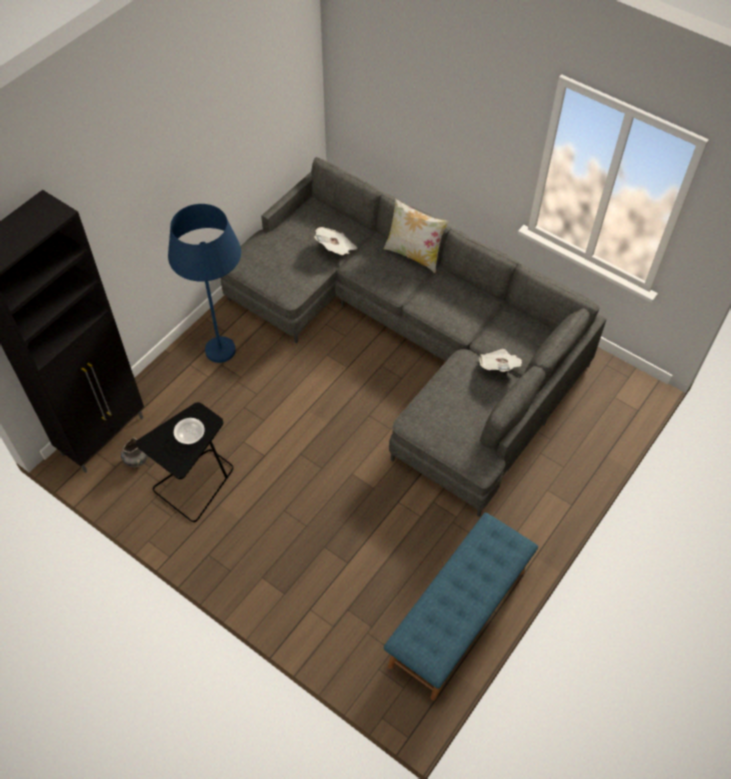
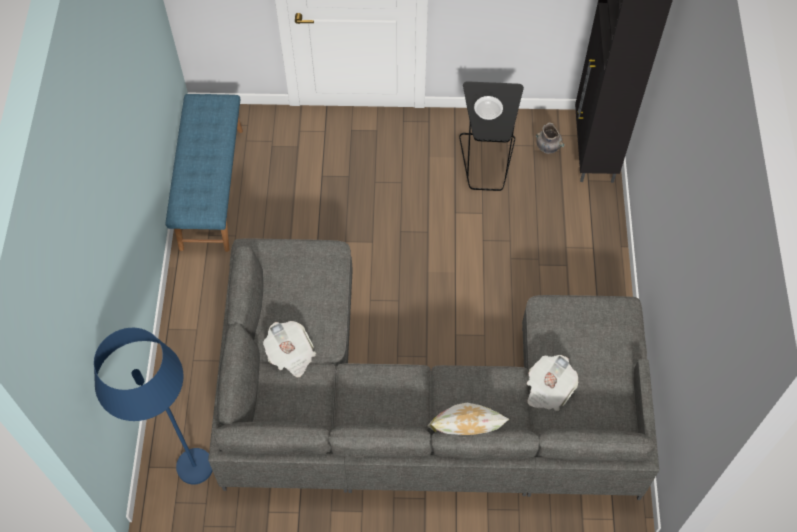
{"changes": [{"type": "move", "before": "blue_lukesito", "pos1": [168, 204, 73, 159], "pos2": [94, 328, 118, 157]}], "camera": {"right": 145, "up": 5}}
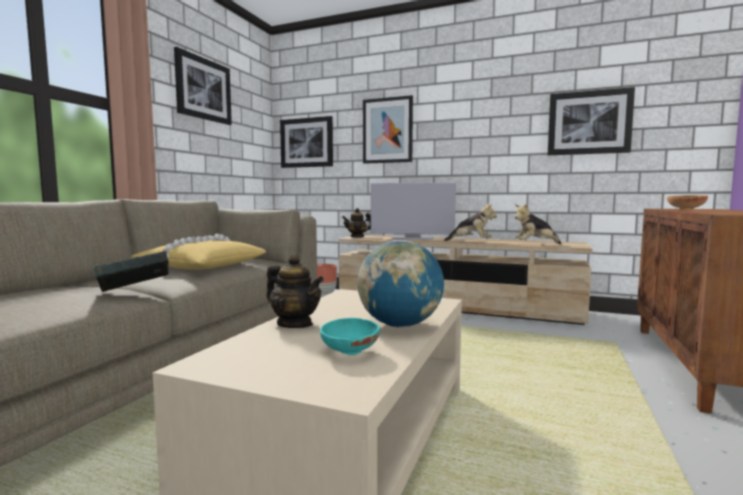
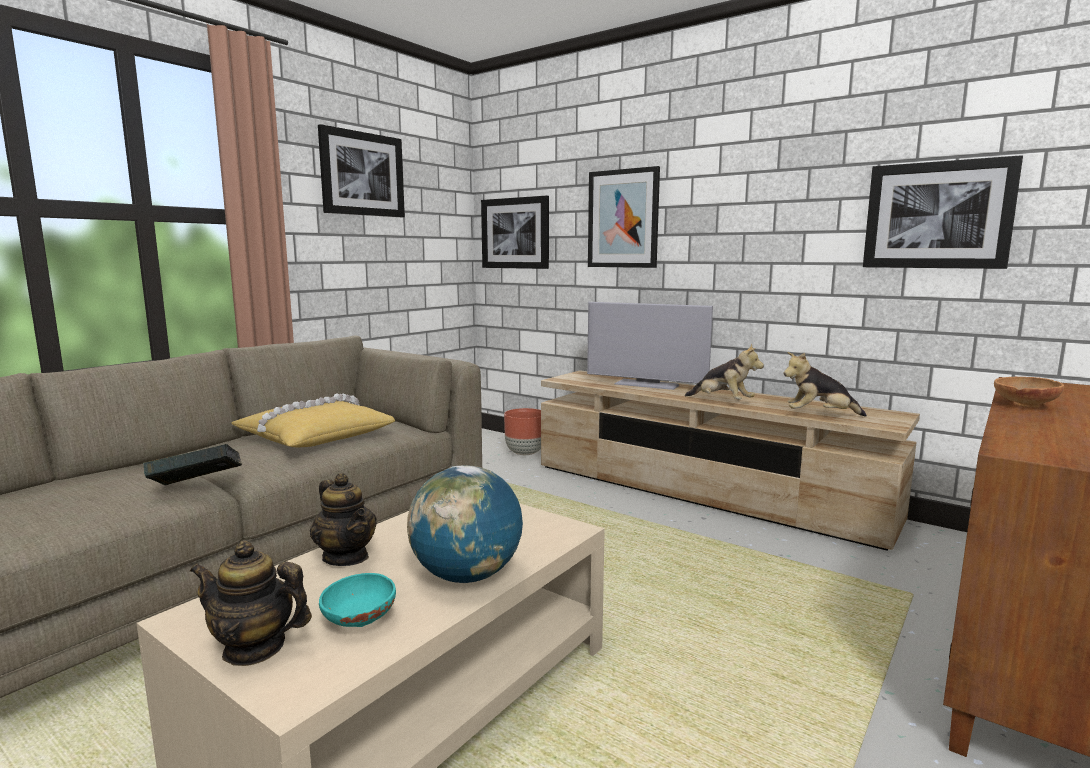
{"changes": [{"type": "move", "before": "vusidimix", "pos1": [342, 208, 29, 30], "pos2": [190, 541, 122, 125]}], "camera": {"right": 15, "up": 5}}
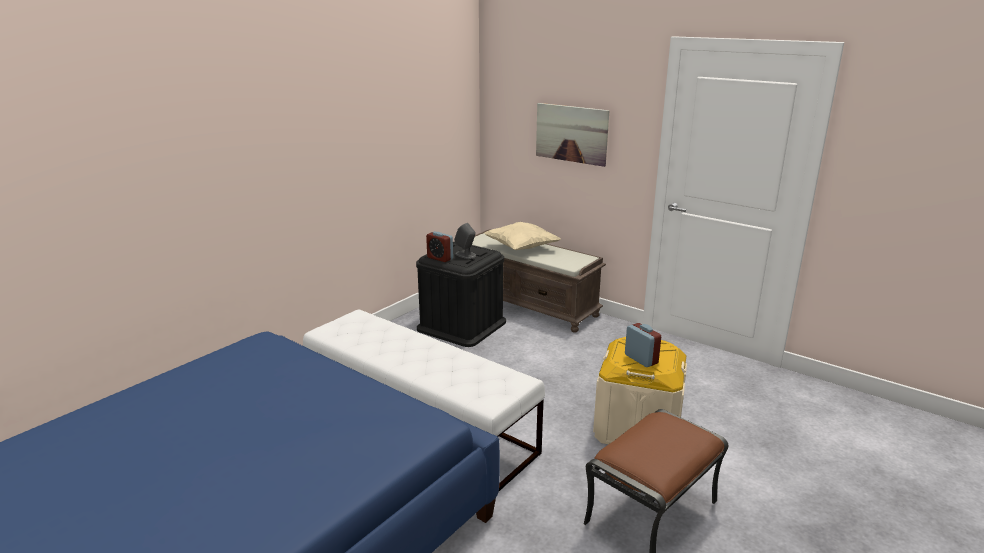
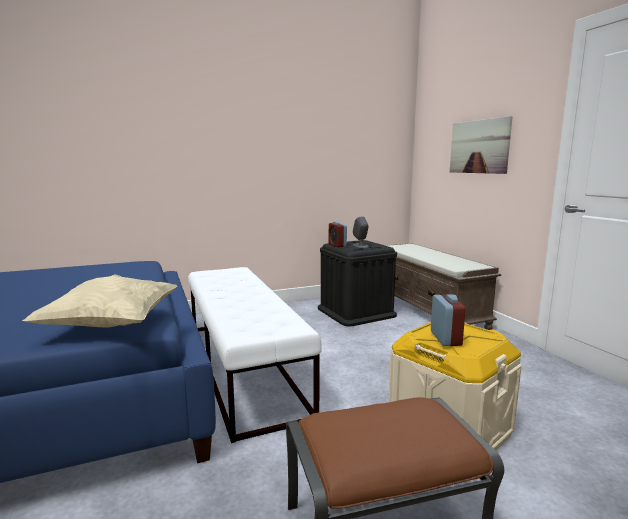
{"changes": [{"type": "move", "before": "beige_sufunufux", "pos1": [484, 222, 76, 28], "pos2": [22, 274, 155, 54]}], "camera": {"right": 30, "up": -10}}
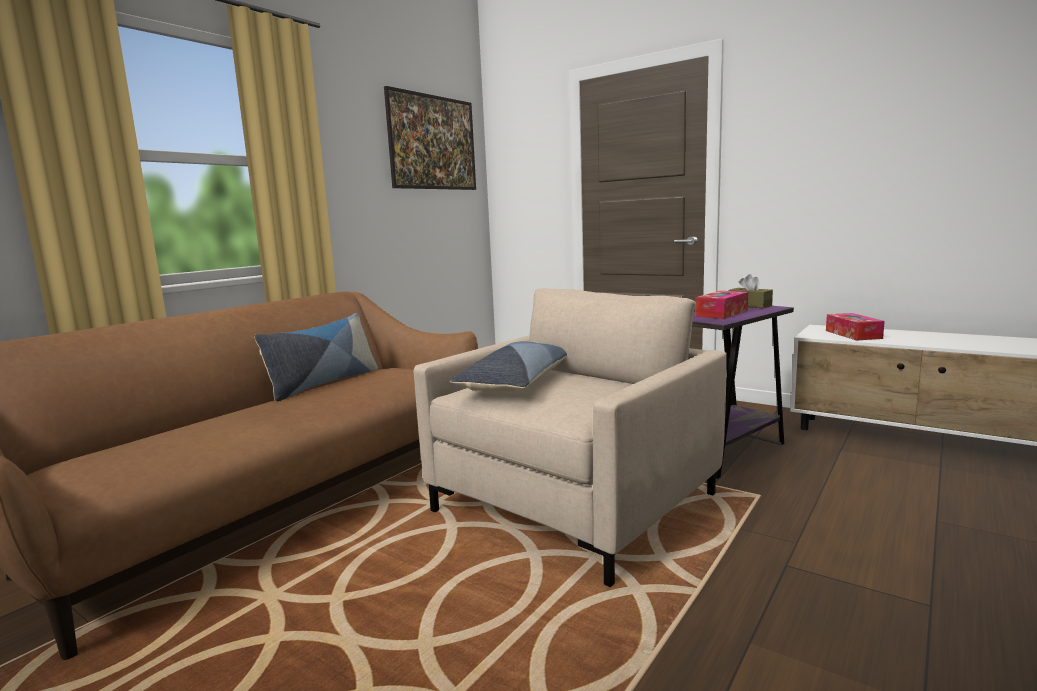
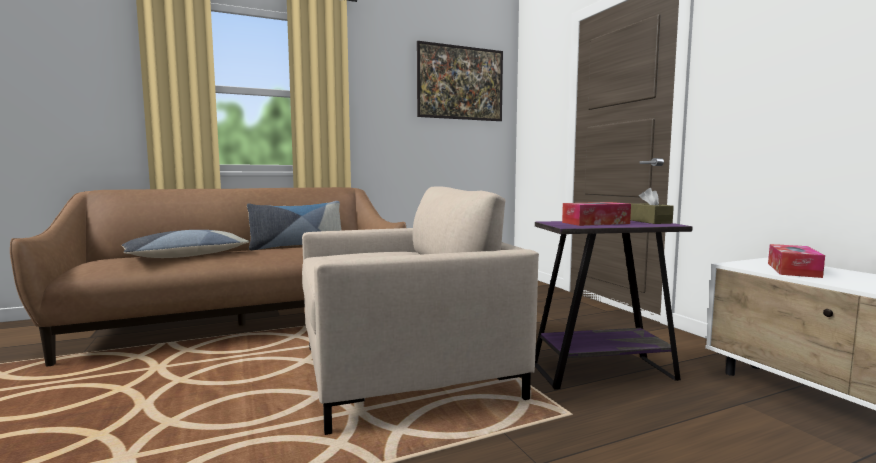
{"changes": [{"type": "move", "before": "sufunufux", "pos1": [449, 341, 118, 50], "pos2": [121, 230, 128, 28]}], "camera": {"right": 30, "up": -5}}
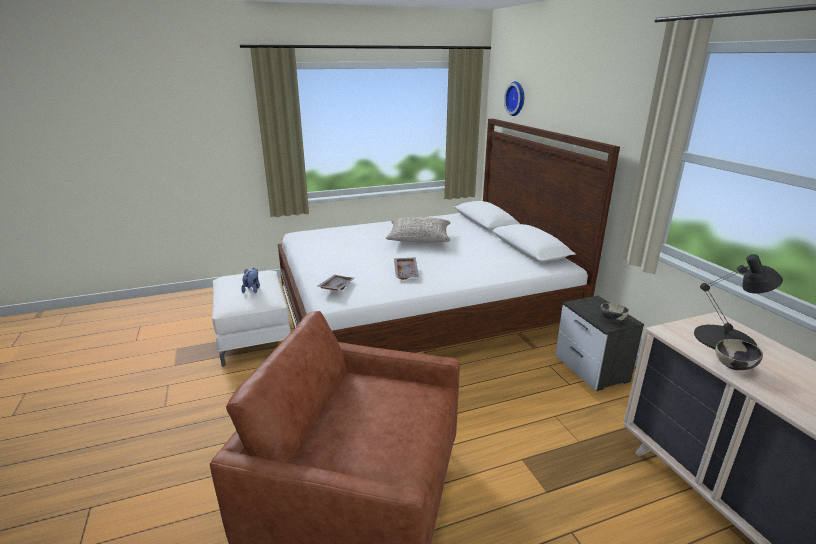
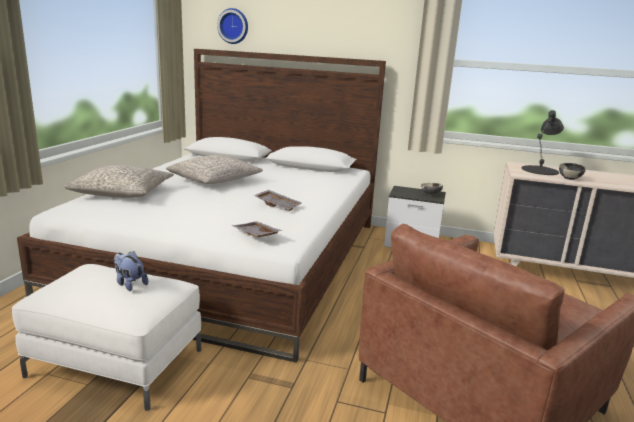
{"changes": [{"type": "insert", "after": "grey_sufunufux", "pos2": [64, 165, 110, 33]}], "camera": {"right": -55, "up": -5}}
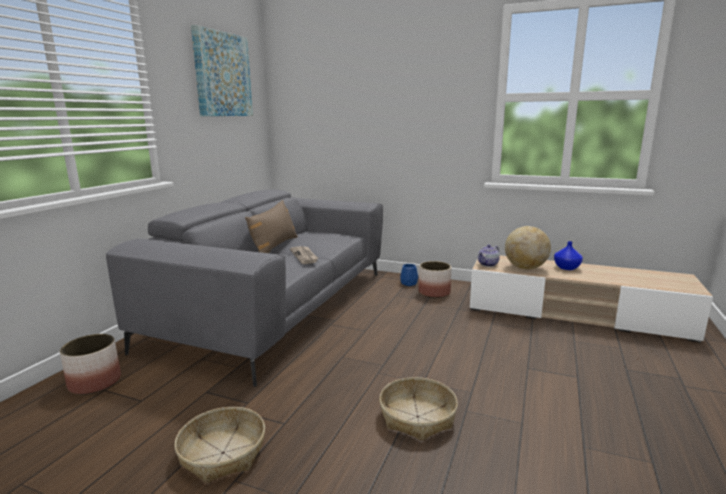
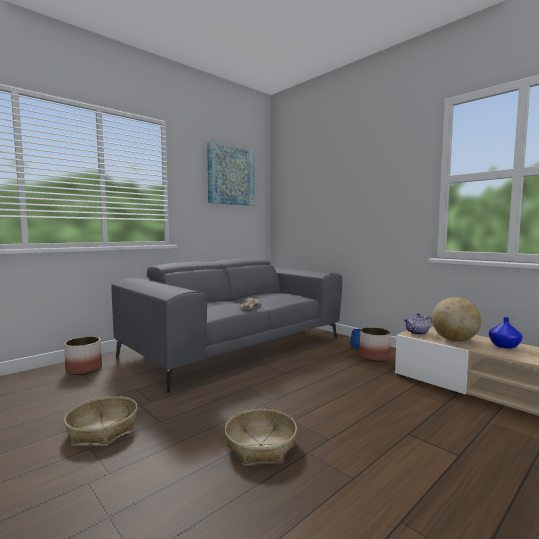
{"changes": [{"type": "delete", "before": "brown_sufunufux", "pos1": [245, 200, 53, 53]}], "camera": {"right": 25, "up": -10}}
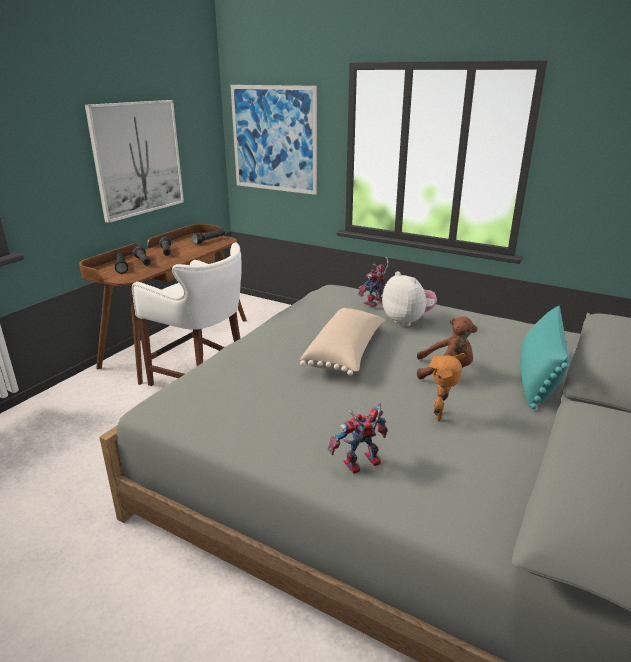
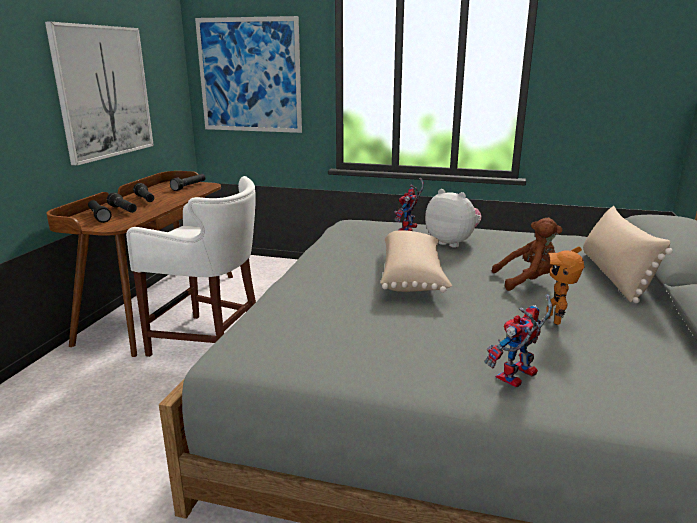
{"changes": [{"type": "recolor", "before": "turquoise_sufunufux", "after": "beige_sufunufux", "pos1": [520, 306, 49, 103], "pos2": [583, 206, 90, 97]}], "camera": {"right": -15, "up": -5}}
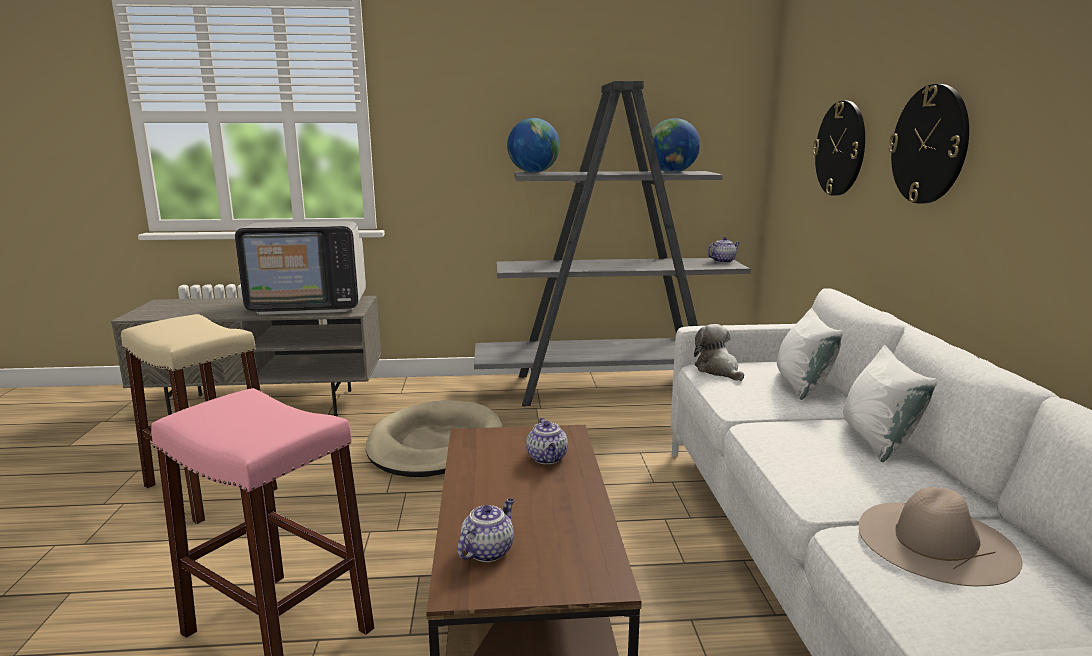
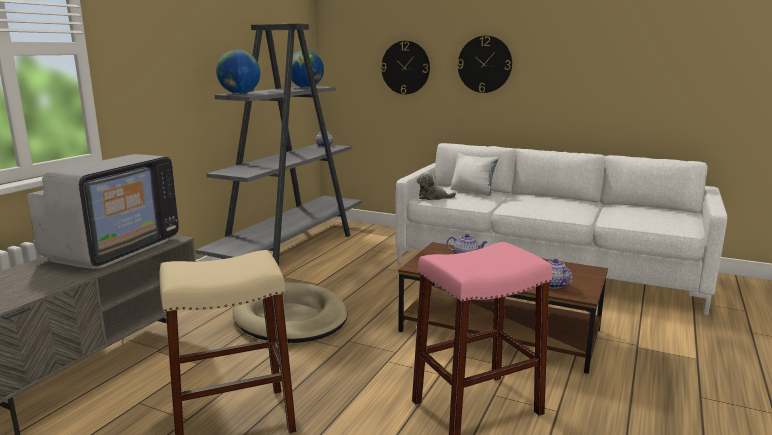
{"changes": [{"type": "delete", "before": "white_sufunufux", "pos1": [843, 345, 94, 117]}, {"type": "delete", "before": "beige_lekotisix", "pos1": [859, 487, 164, 99]}], "camera": {"right": -60, "up": 0}}
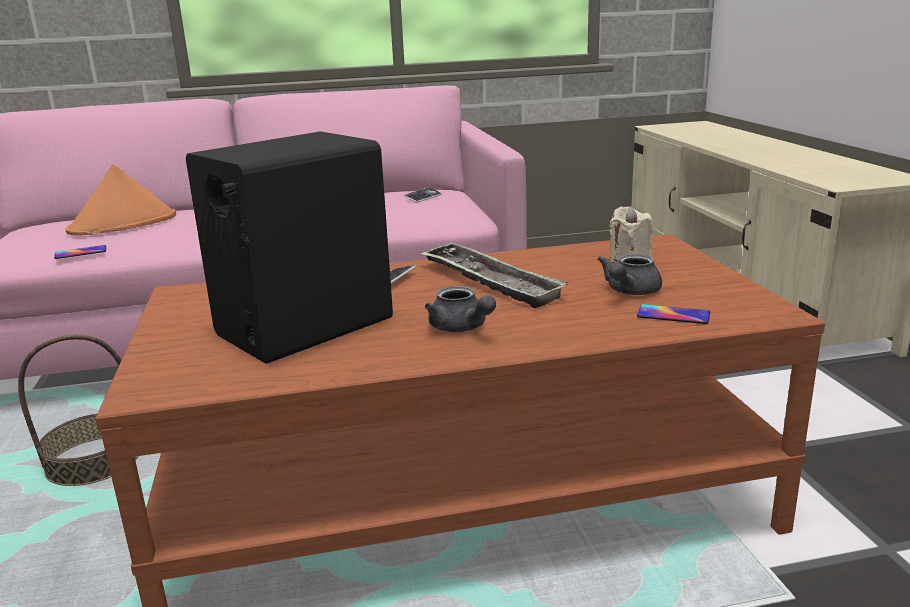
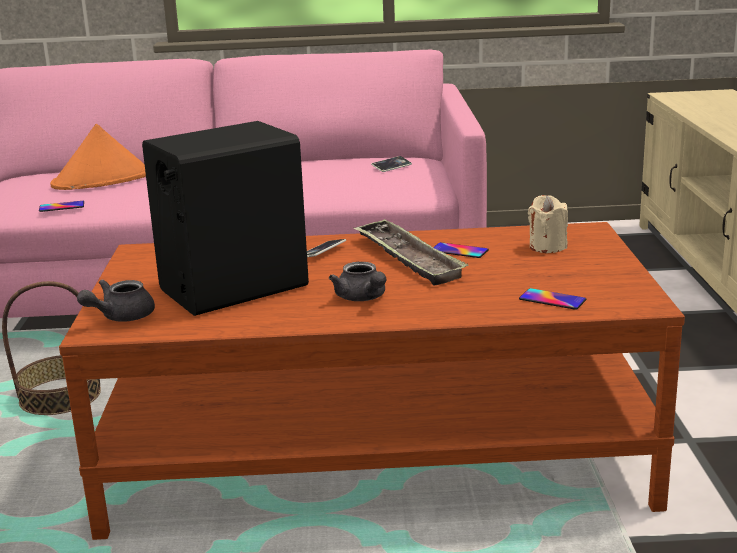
{"changes": [{"type": "move", "before": "grey_vusidimix", "pos1": [598, 254, 64, 41], "pos2": [77, 279, 78, 43]}, {"type": "insert", "after": "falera", "pos2": [433, 242, 56, 16]}], "camera": {"right": 10, "up": 0}}
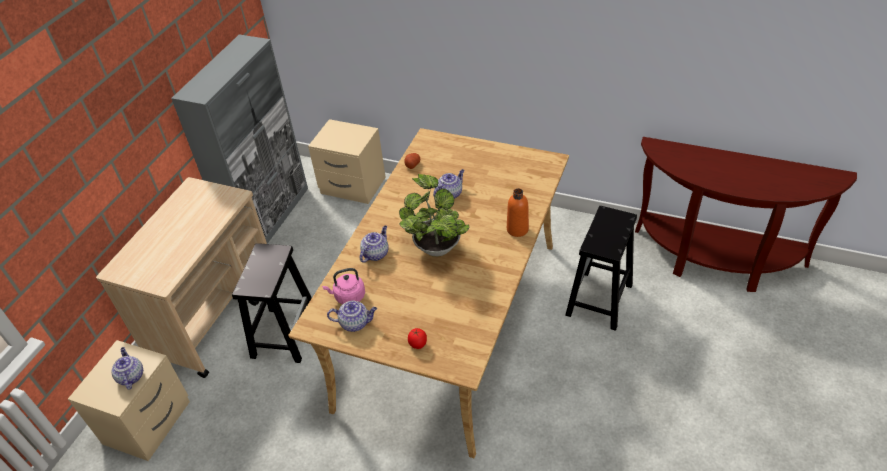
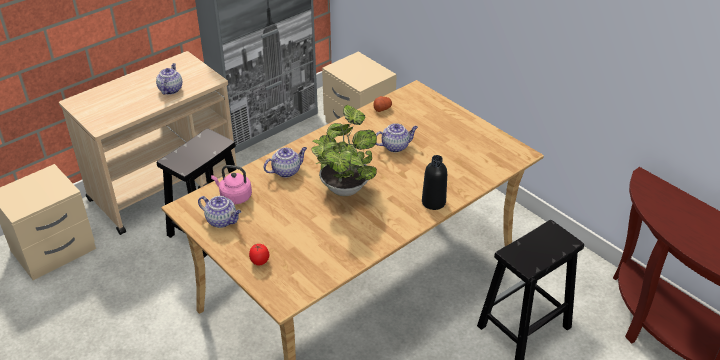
{"changes": [{"type": "move", "before": "vusidimix", "pos1": [112, 347, 31, 43], "pos2": [156, 63, 26, 32]}, {"type": "recolor", "before": "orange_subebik", "after": "black_subebik", "pos1": [507, 188, 22, 49], "pos2": [422, 155, 25, 55]}], "camera": {"right": 25, "up": -5}}
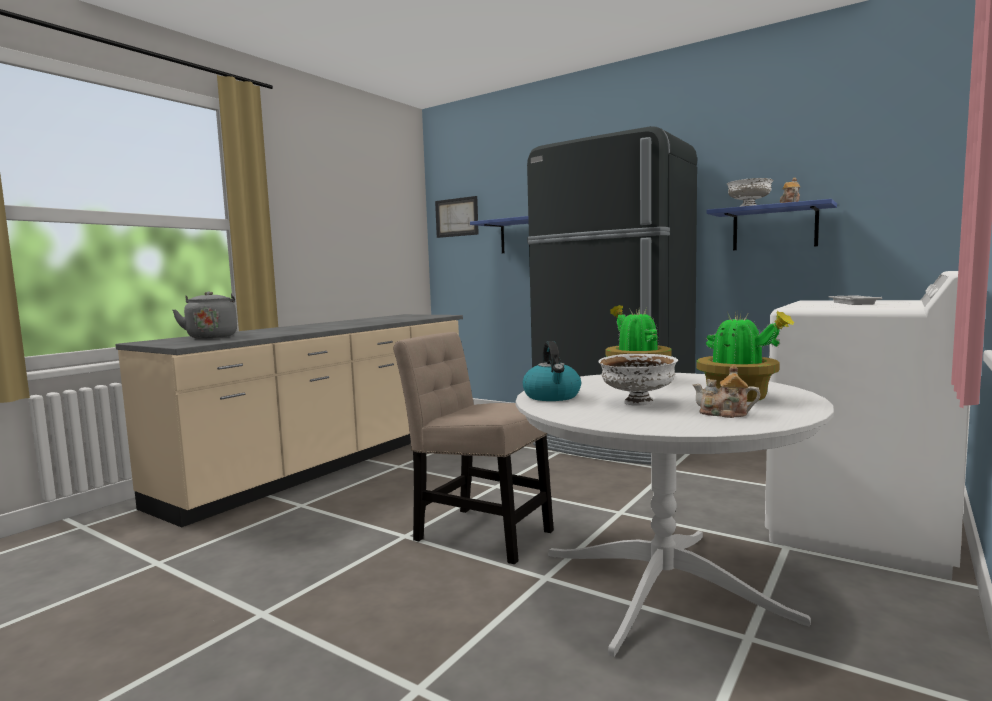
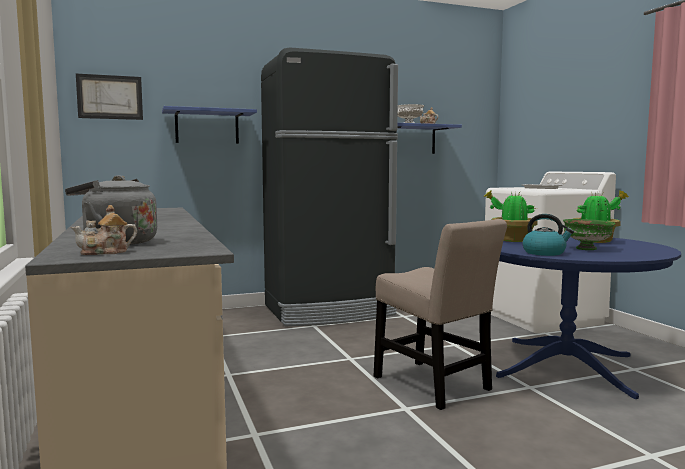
{"changes": [{"type": "rotate", "before": "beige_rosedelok", "pos1": [393, 332, 161, 232], "pos2": [374, 219, 133, 191], "turn": -105}, {"type": "recolor", "before": "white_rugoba", "after": "blue_rugoba", "pos1": [515, 373, 319, 284], "pos2": [496, 234, 185, 165]}, {"type": "recolor", "before": "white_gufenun", "after": "green_gufenun", "pos1": [599, 354, 79, 52], "pos2": [563, 219, 52, 31]}, {"type": "move", "before": "vusidimix", "pos1": [692, 364, 68, 54], "pos2": [71, 205, 66, 50]}], "camera": {"right": -55, "up": 0}}
